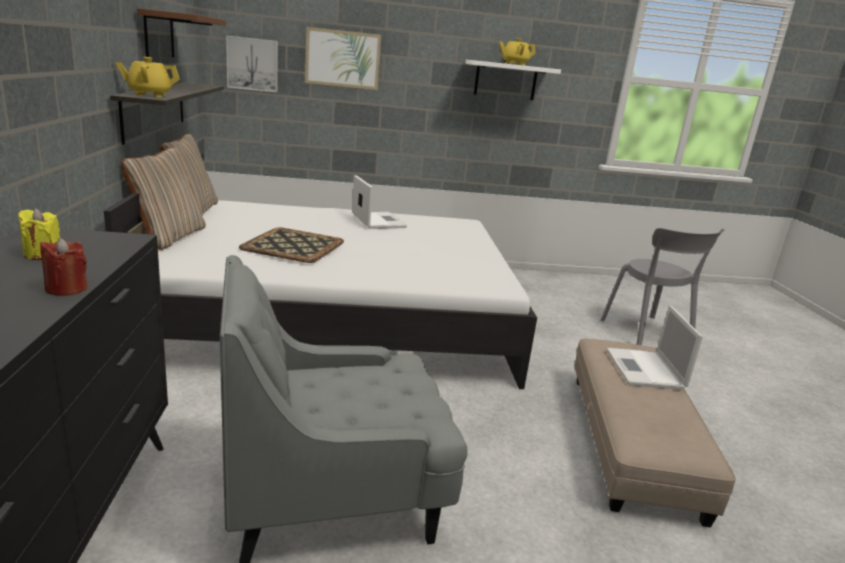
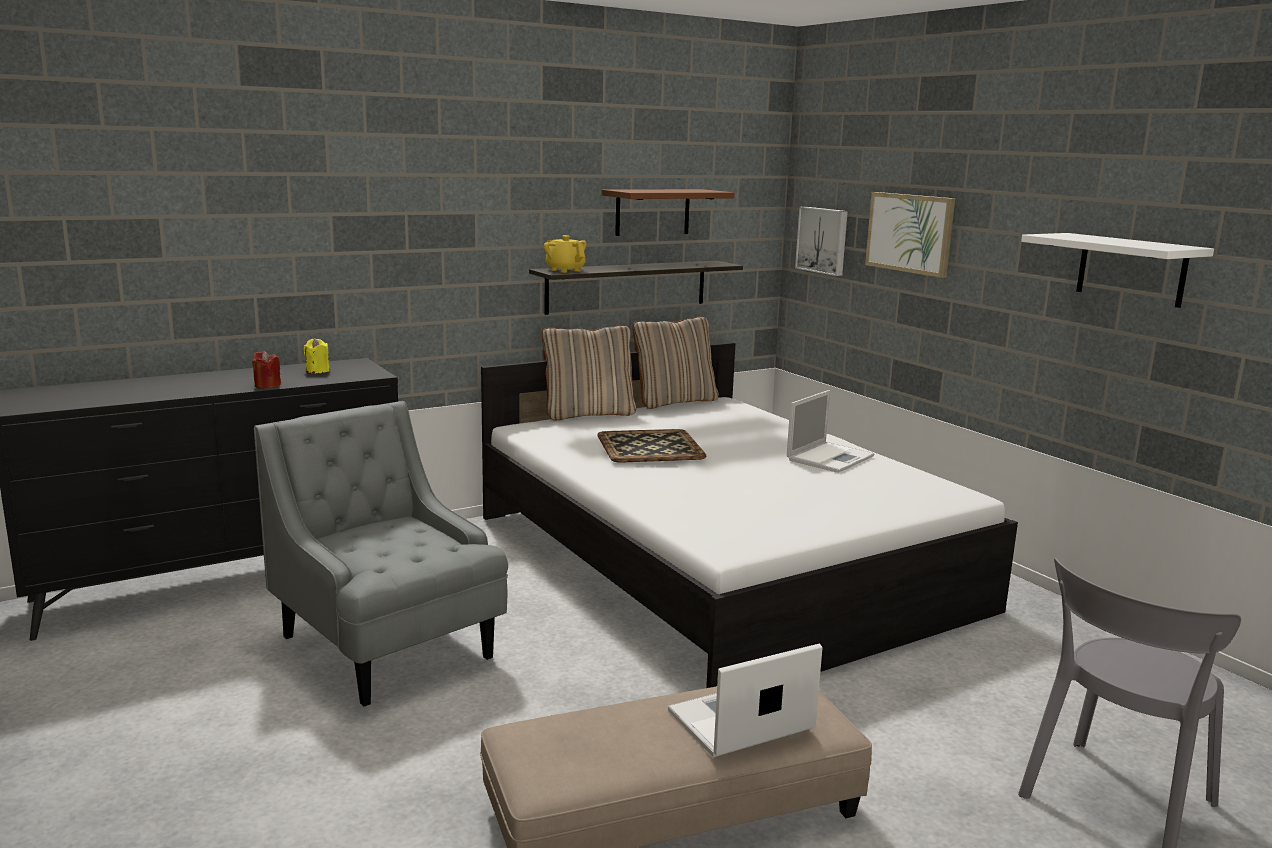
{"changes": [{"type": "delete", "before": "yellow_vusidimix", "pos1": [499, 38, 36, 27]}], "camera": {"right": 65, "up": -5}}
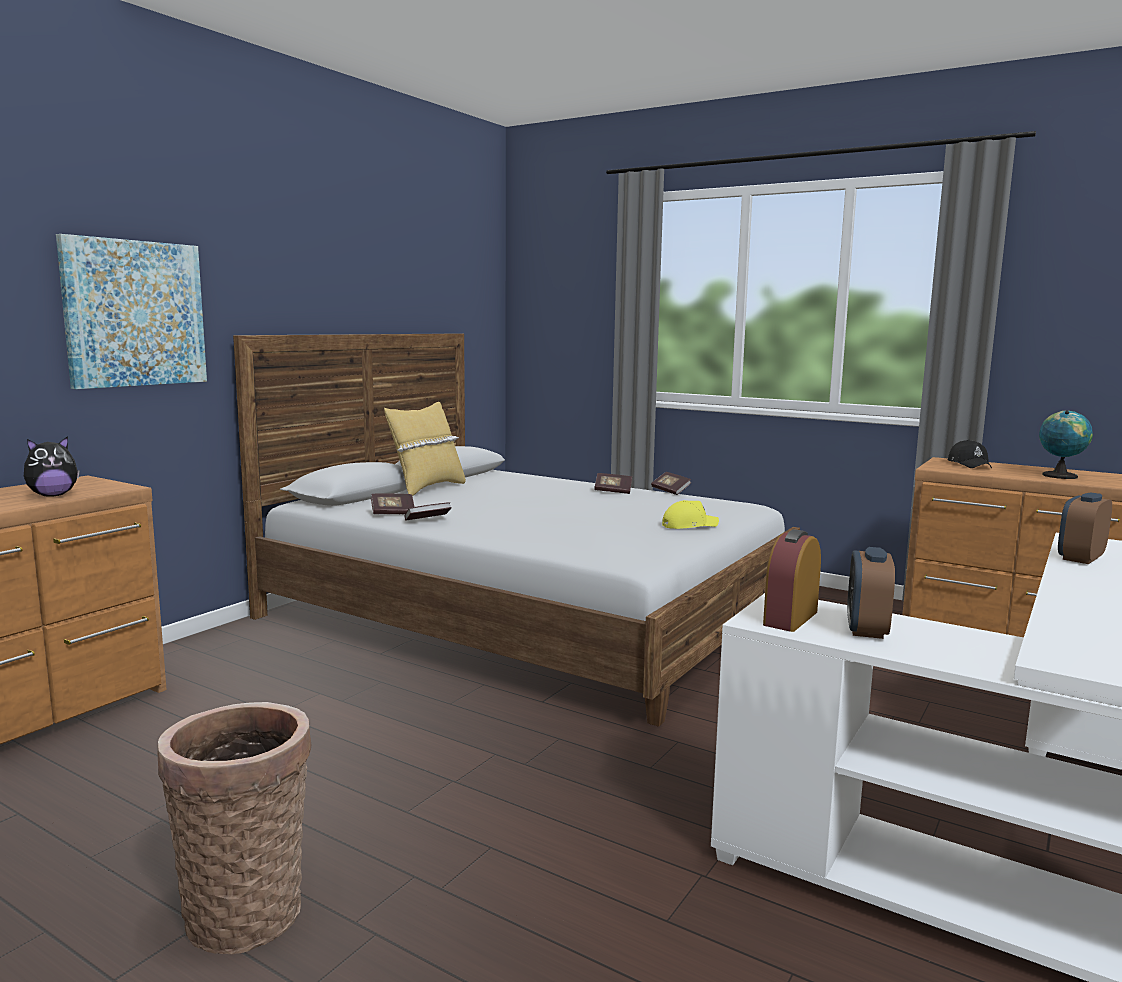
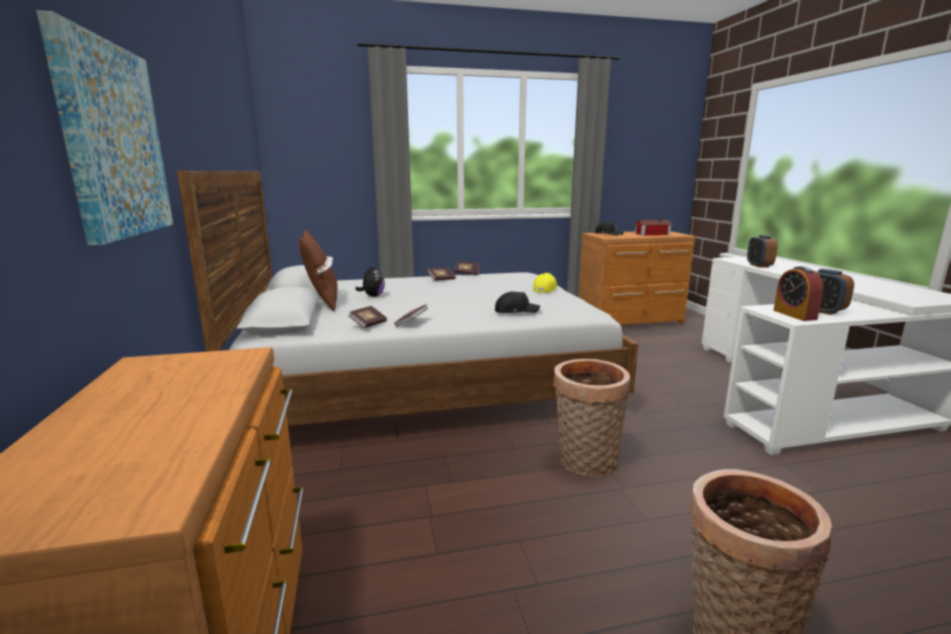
{"changes": [{"type": "move", "before": "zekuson", "pos1": [24, 436, 56, 61], "pos2": [355, 263, 30, 34]}, {"type": "recolor", "before": "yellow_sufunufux", "after": "brown_sufunufux", "pos1": [384, 402, 82, 94], "pos2": [299, 229, 38, 82]}, {"type": "replace", "before": "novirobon", "after": "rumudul", "pos1": [1039, 411, 54, 68], "pos2": [634, 218, 38, 18]}, {"type": "insert", "after": "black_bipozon", "pos2": [495, 291, 45, 22]}, {"type": "insert", "after": "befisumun", "pos2": [553, 359, 77, 118]}], "camera": {"right": -45, "up": 5}}
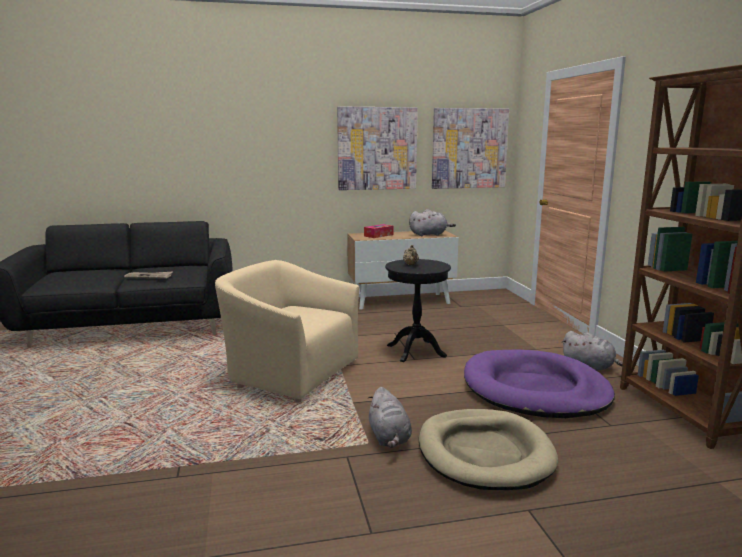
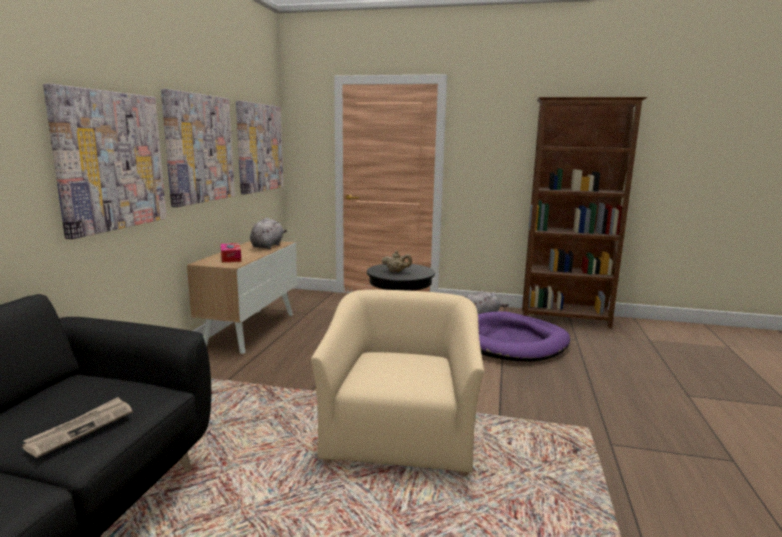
{"changes": [{"type": "rotate", "before": "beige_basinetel", "pos1": [215, 260, 145, 143], "pos2": [311, 290, 173, 186], "turn": 135}, {"type": "delete", "before": "grey_zekuson", "pos1": [368, 387, 44, 61]}, {"type": "delete", "before": "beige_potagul", "pos1": [419, 409, 139, 81]}, {"type": "insert", "after": "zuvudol", "pos2": [43, 84, 124, 155]}], "camera": {"right": -65, "up": 0}}
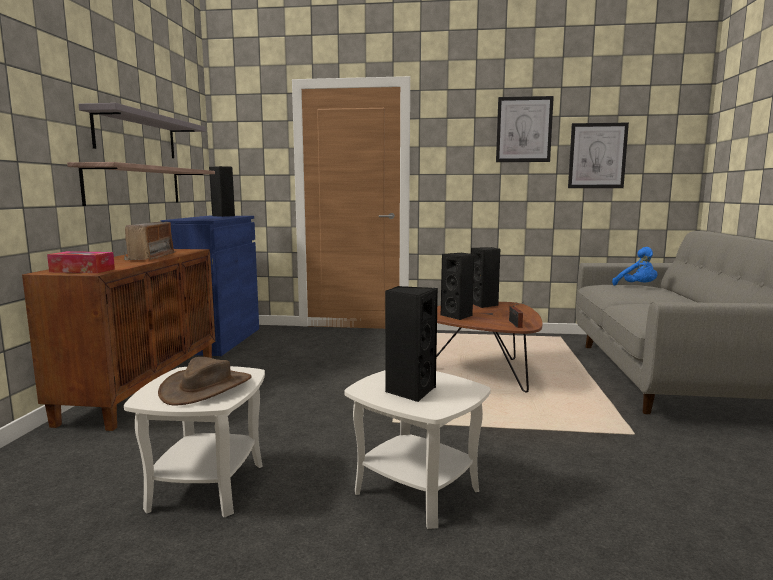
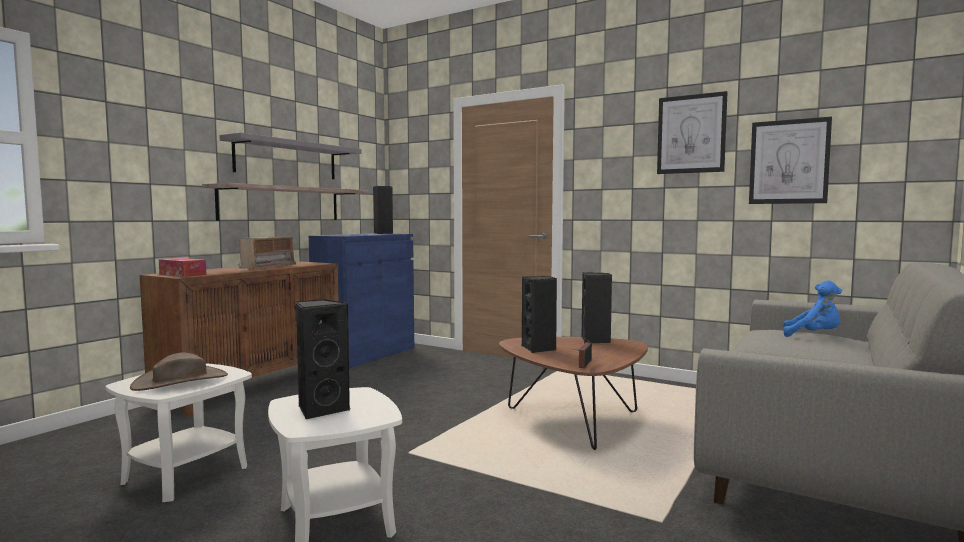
{"changes": [{"type": "rotate", "before": "blue_zekuson", "pos1": [612, 247, 46, 39], "pos2": [783, 280, 59, 57], "turn": -60}], "camera": {"right": 25, "up": -5}}
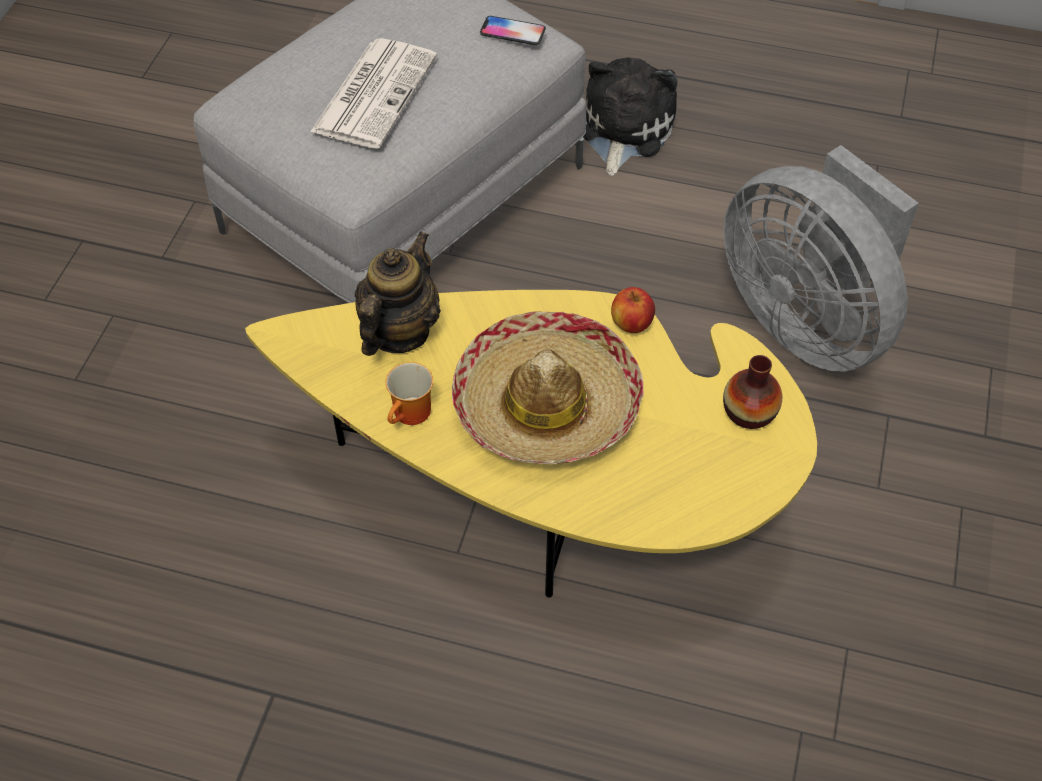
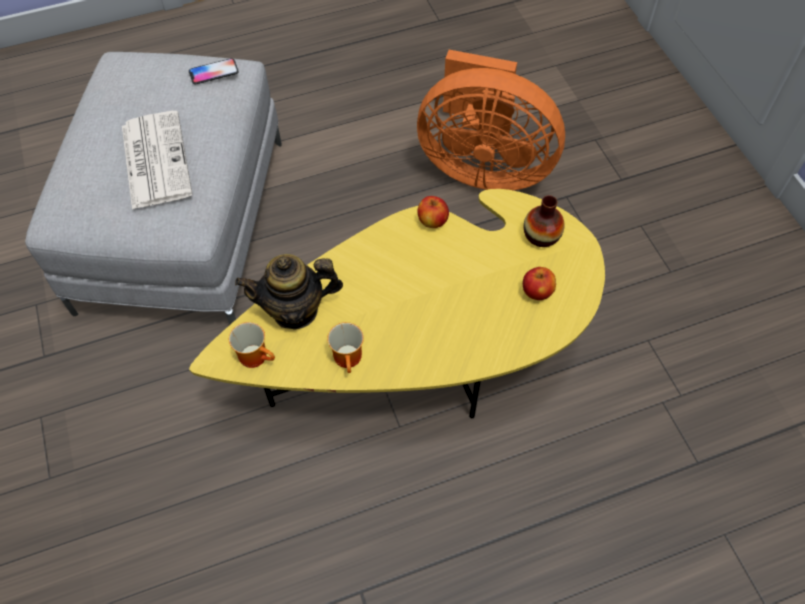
{"changes": [{"type": "rotate", "before": "vusidimix", "pos1": [355, 231, 86, 125], "pos2": [235, 254, 108, 76], "turn": -90}, {"type": "delete", "before": "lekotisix", "pos1": [452, 311, 192, 153]}, {"type": "delete", "before": "zekuson", "pos1": [583, 57, 94, 119]}, {"type": "recolor", "before": "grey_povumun", "after": "orange_povumun", "pos1": [723, 145, 196, 227], "pos2": [417, 50, 148, 140]}, {"type": "insert", "after": "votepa", "pos2": [229, 322, 46, 46]}, {"type": "insert", "after": "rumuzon", "pos2": [523, 267, 33, 33]}], "camera": {"right": -35, "up": 5}}
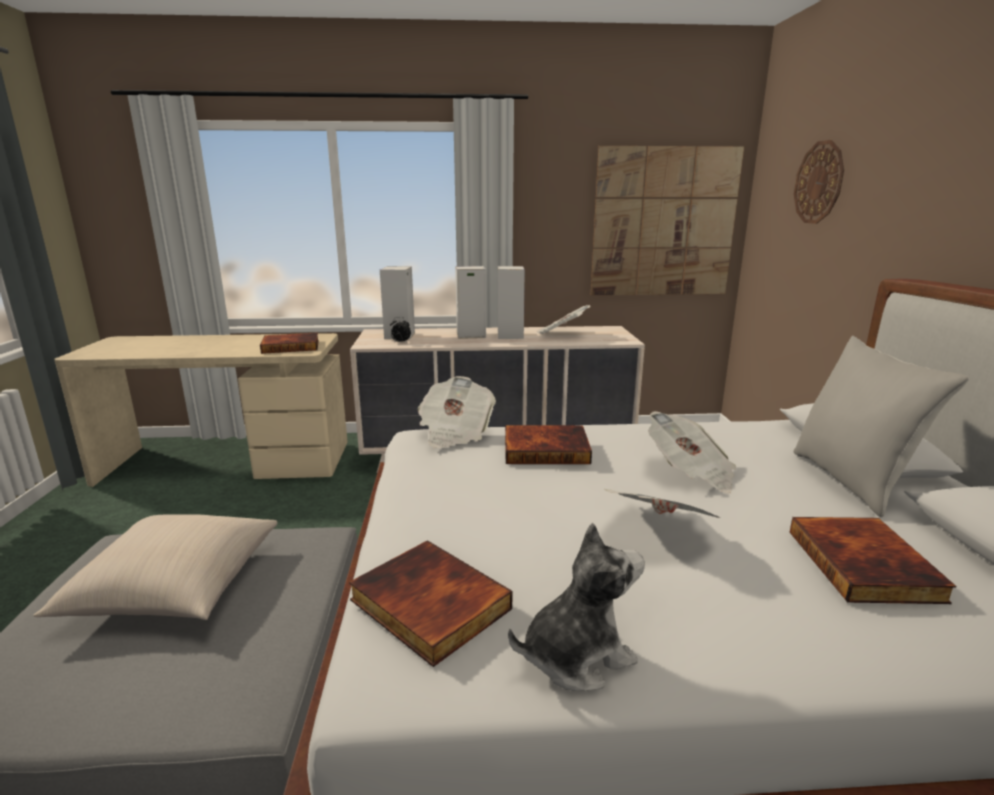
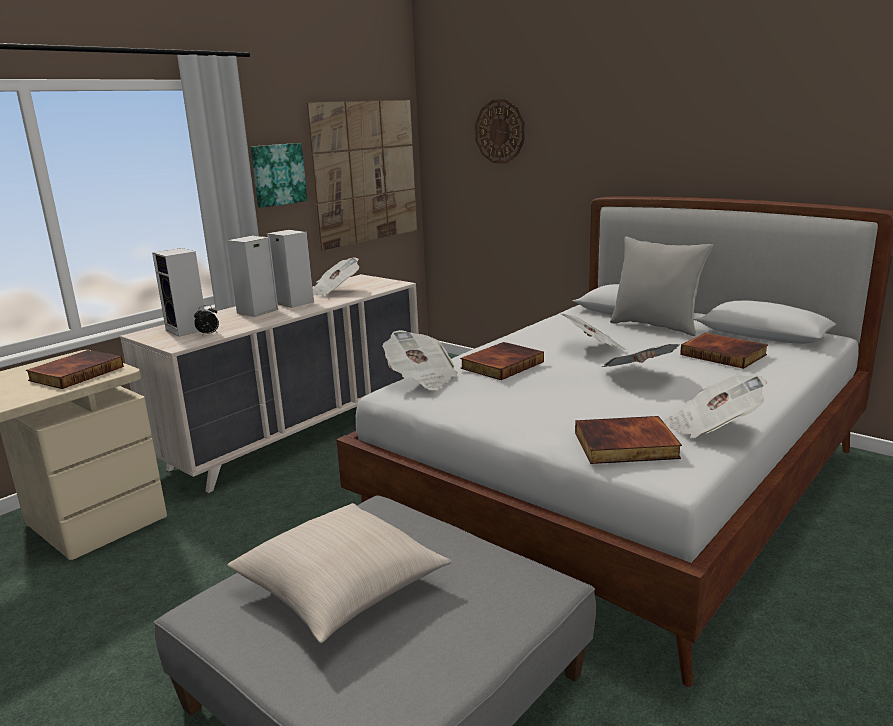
{"changes": [{"type": "replace", "before": "zekuson", "after": "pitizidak", "pos1": [508, 523, 137, 168], "pos2": [664, 375, 103, 63]}, {"type": "insert", "after": "zuvudol", "pos2": [251, 143, 56, 65]}], "camera": {"right": -45, "up": 0}}
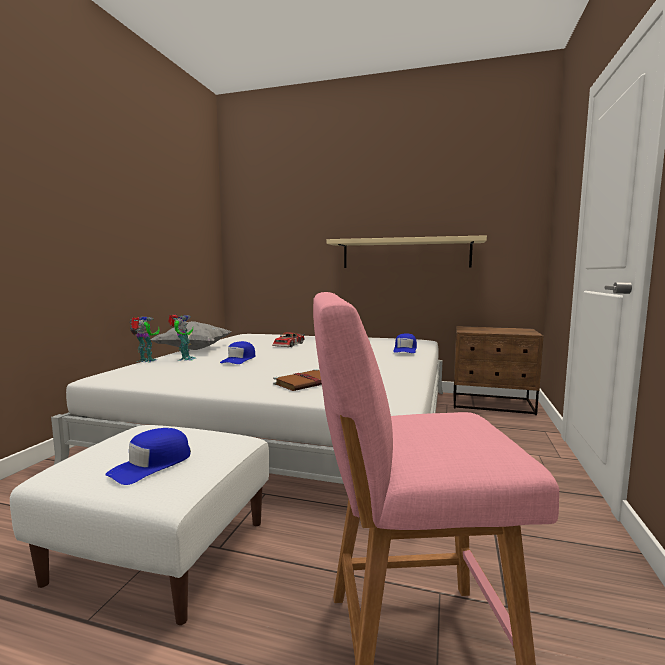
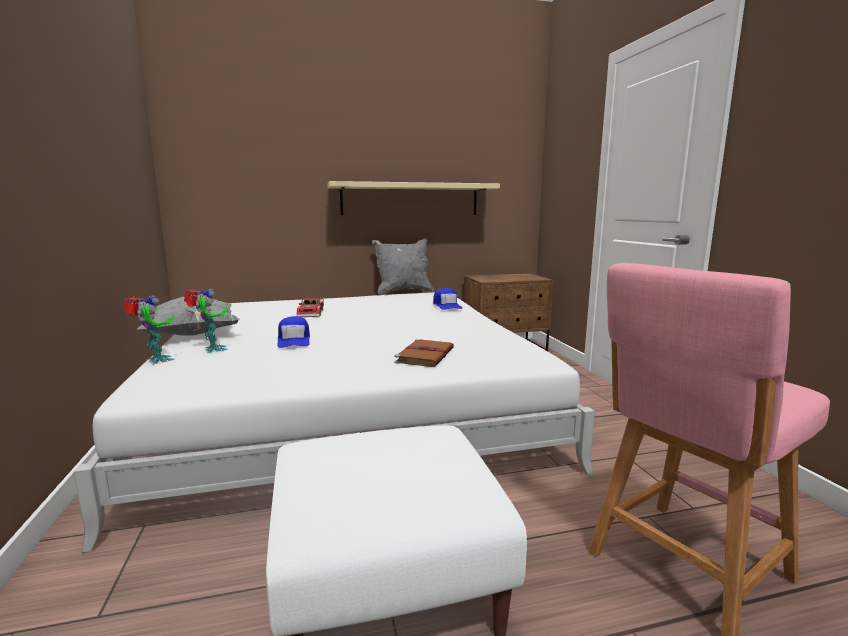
{"changes": [{"type": "delete", "before": "blue_bipozon", "pos1": [105, 428, 86, 57]}, {"type": "rotate", "before": "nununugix", "pos1": [130, 316, 30, 47], "pos2": [123, 295, 51, 70], "turn": 60}, {"type": "insert", "after": "grey_sufunufux", "pos2": [372, 238, 62, 57]}], "camera": {"right": -30, "up": 5}}
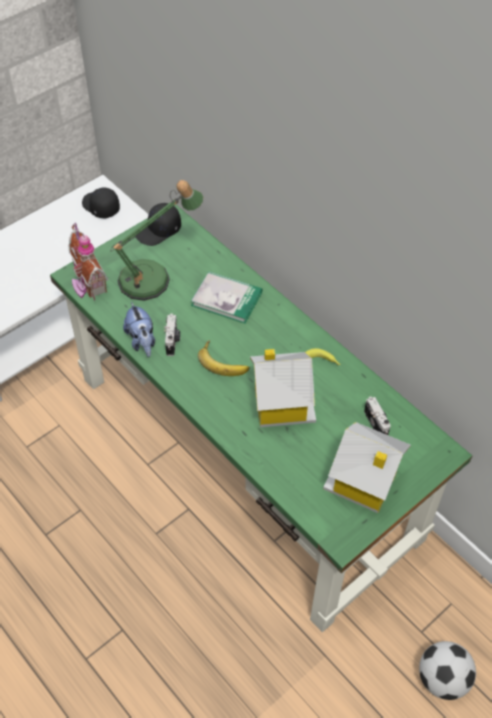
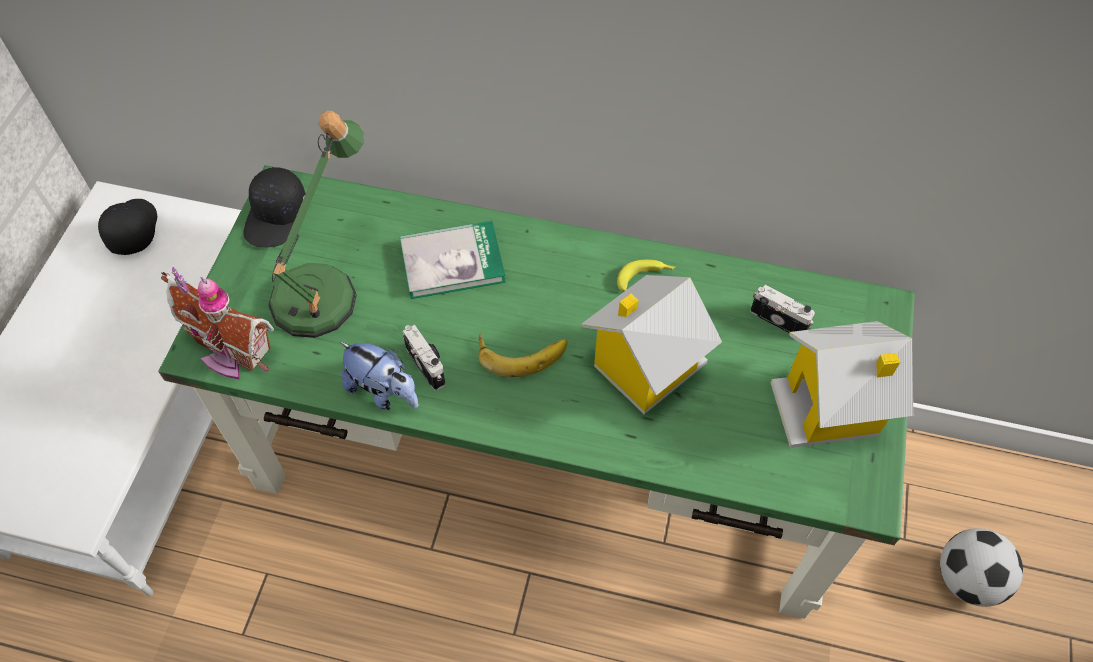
{"changes": [{"type": "rotate", "before": "black_bipozon", "pos1": [82, 187, 38, 31], "pos2": [98, 199, 59, 56], "turn": 75}], "camera": {"right": -35, "up": 5}}
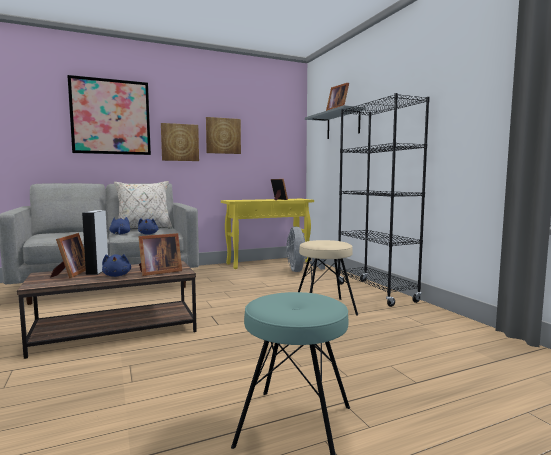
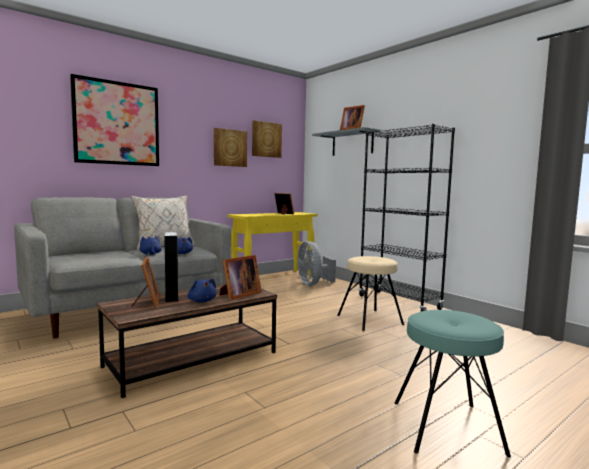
{"changes": [{"type": "move", "before": "zuvudol", "pos1": [161, 123, 38, 38], "pos2": [252, 120, 30, 38]}], "camera": {"right": -15, "up": 0}}
